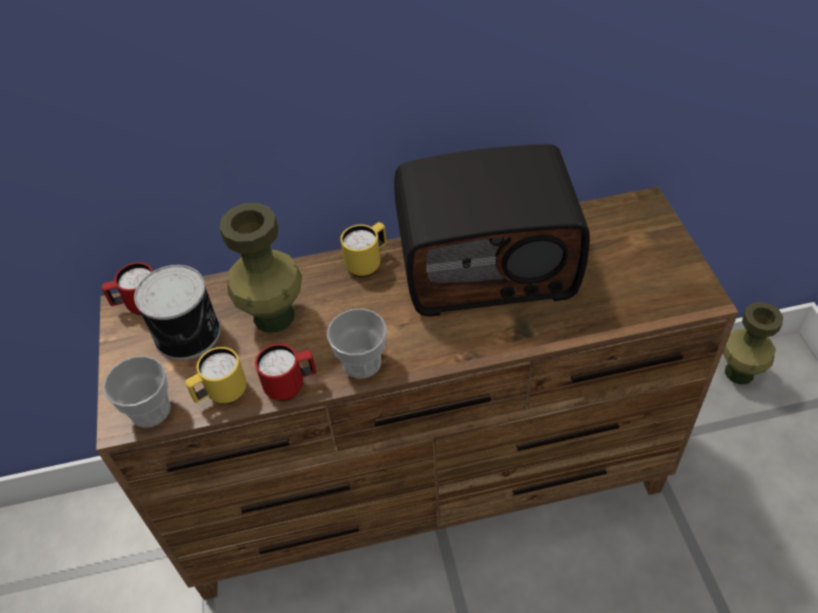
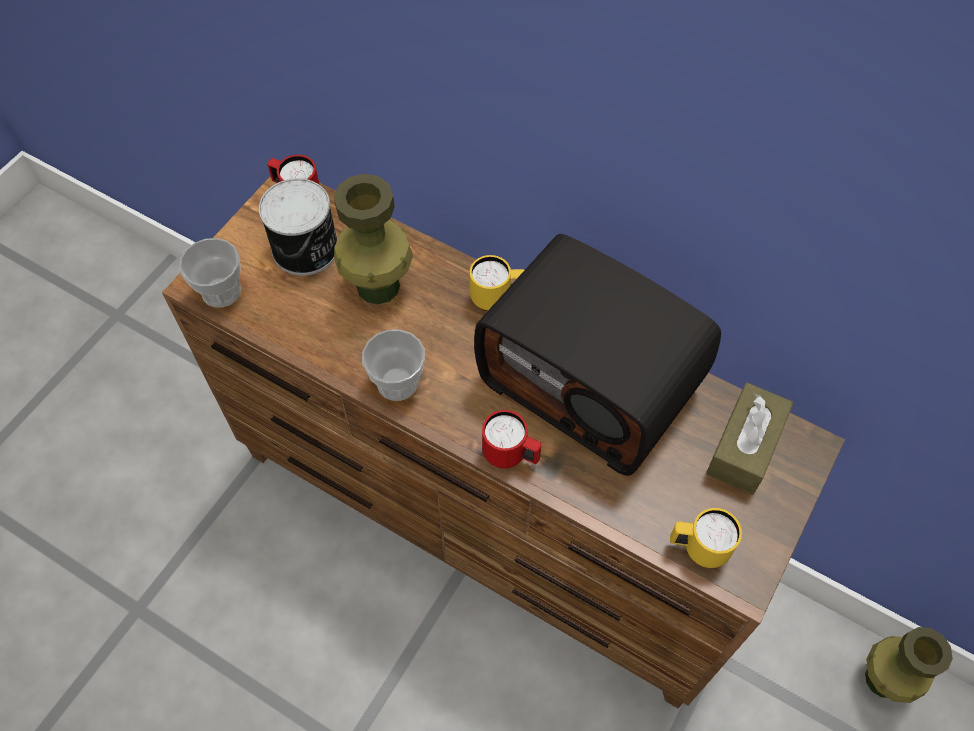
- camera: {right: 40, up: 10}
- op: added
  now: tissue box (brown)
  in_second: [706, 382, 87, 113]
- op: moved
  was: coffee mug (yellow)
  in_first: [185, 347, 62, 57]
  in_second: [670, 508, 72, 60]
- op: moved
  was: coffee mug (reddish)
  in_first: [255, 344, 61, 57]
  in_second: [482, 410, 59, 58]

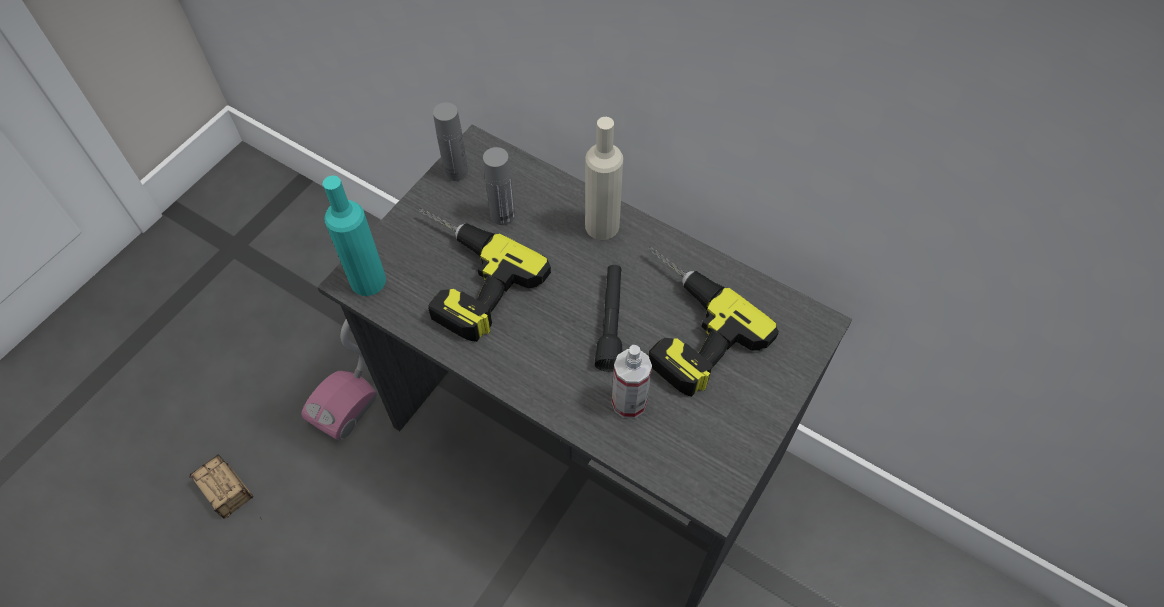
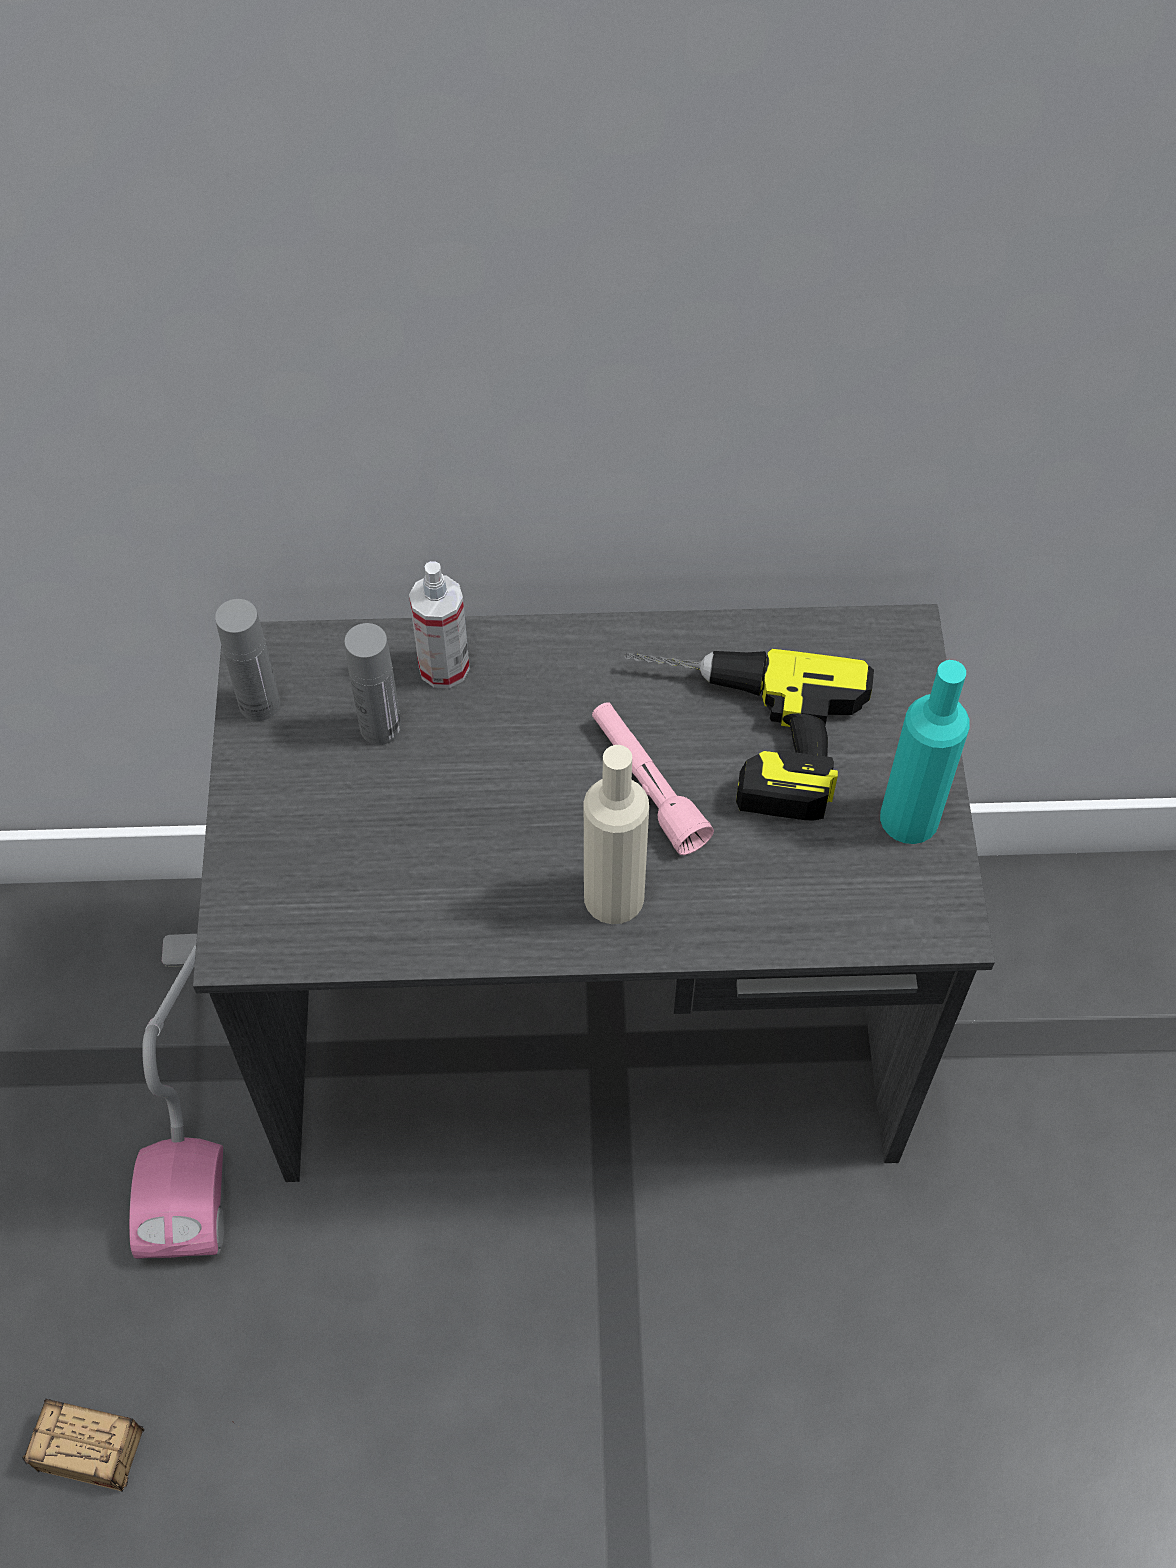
- camera: {right: -35, up: 0}
- op: removed
  was: power drill
  in_first: [419, 208, 132, 134]
- op: moved
  was: bottle (turquoise)
  in_first: [323, 176, 63, 120]
  in_second: [880, 660, 90, 184]
- op: moved
  was: bottle (beige-coloured)
  in_first: [585, 117, 38, 123]
  in_second: [584, 745, 65, 179]
- op: moved
  was: sprayer
  in_first: [612, 345, 40, 74]
  in_second: [409, 561, 61, 127]
- op: recoloured
  was: flashlight (black-coloured)
  now: flashlight (pinkish)
  in_first: [595, 265, 27, 107]
  in_second: [592, 702, 122, 153]

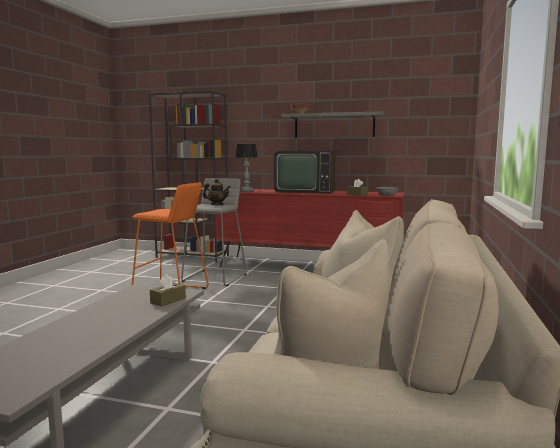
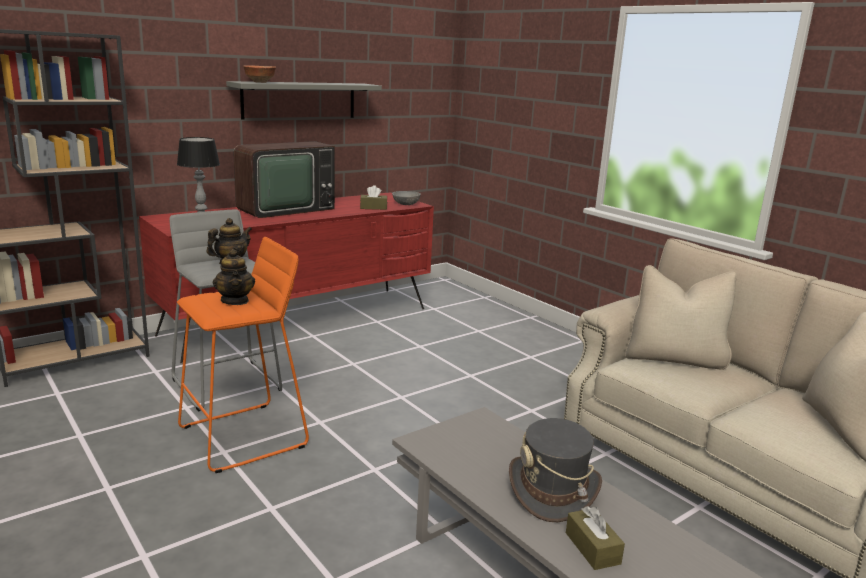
- camera: {right: -55, up: 10}
- op: added
  now: tea pot
  in_second: [213, 249, 42, 56]
- op: added
  now: hat (greyish)
  in_second: [509, 418, 93, 104]
- op: moved
  was: tissue box (brown)
  in_first: [150, 274, 36, 33]
  in_second: [566, 506, 59, 64]

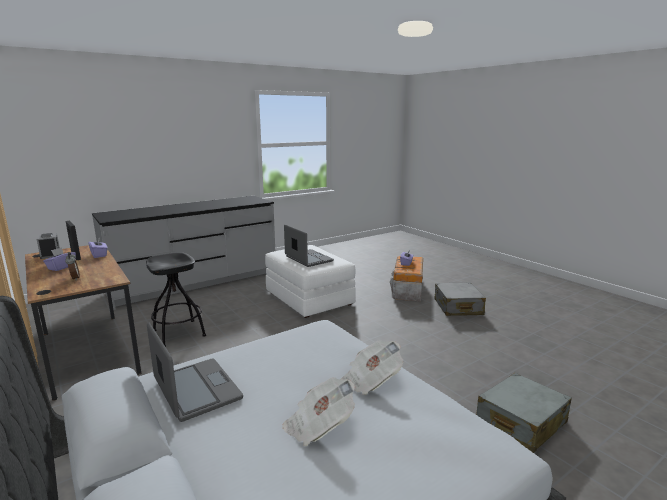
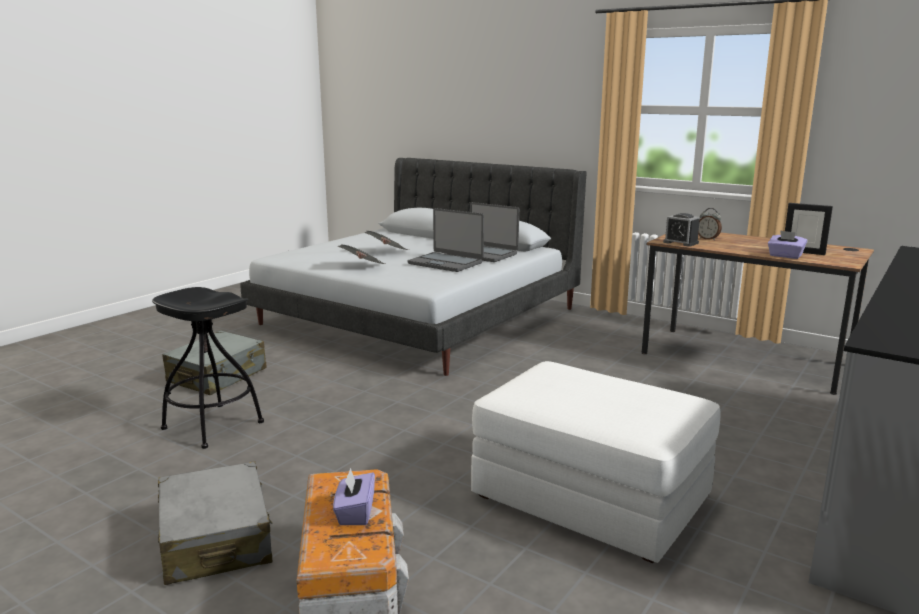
- camera: {right: 160, up: 0}
- op: removed
  was: tissue box (purple-coloured)
  in_first: [43, 247, 33, 24]
- op: moved
  was: alarm clock
  in_first: [37, 233, 23, 26]
  in_second: [663, 213, 37, 34]
- op: moved
  was: stool (black-coloured)
  in_first: [146, 252, 60, 95]
  in_second: [152, 287, 112, 162]
- op: moved
  was: laptop
  in_first: [284, 225, 50, 42]
  in_second: [408, 208, 76, 64]

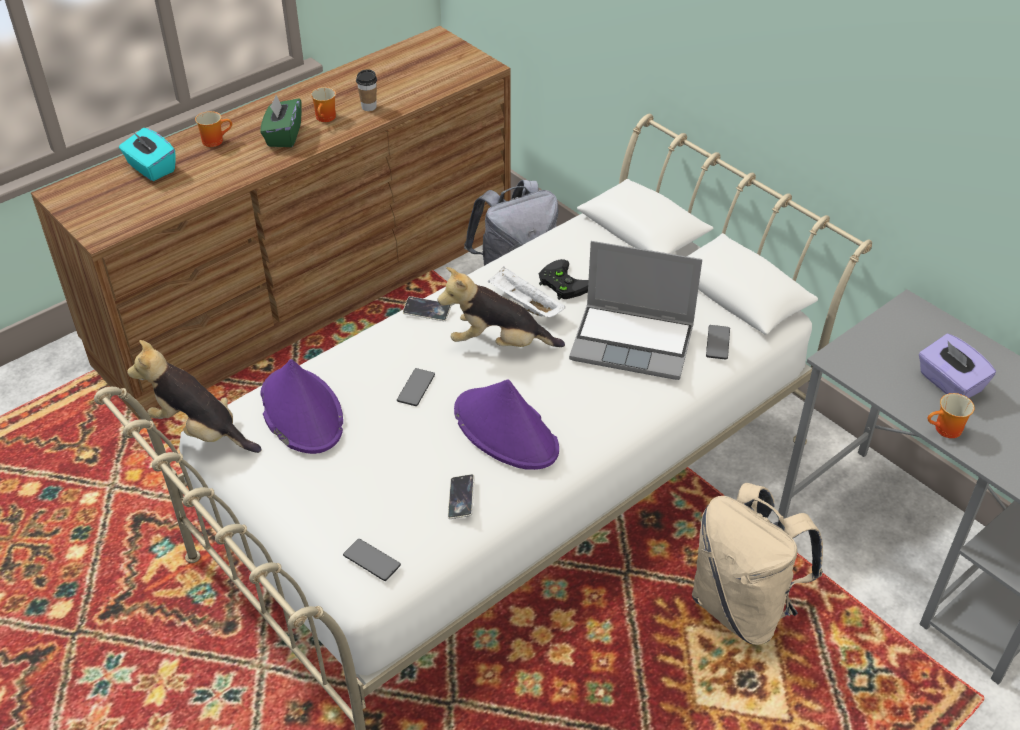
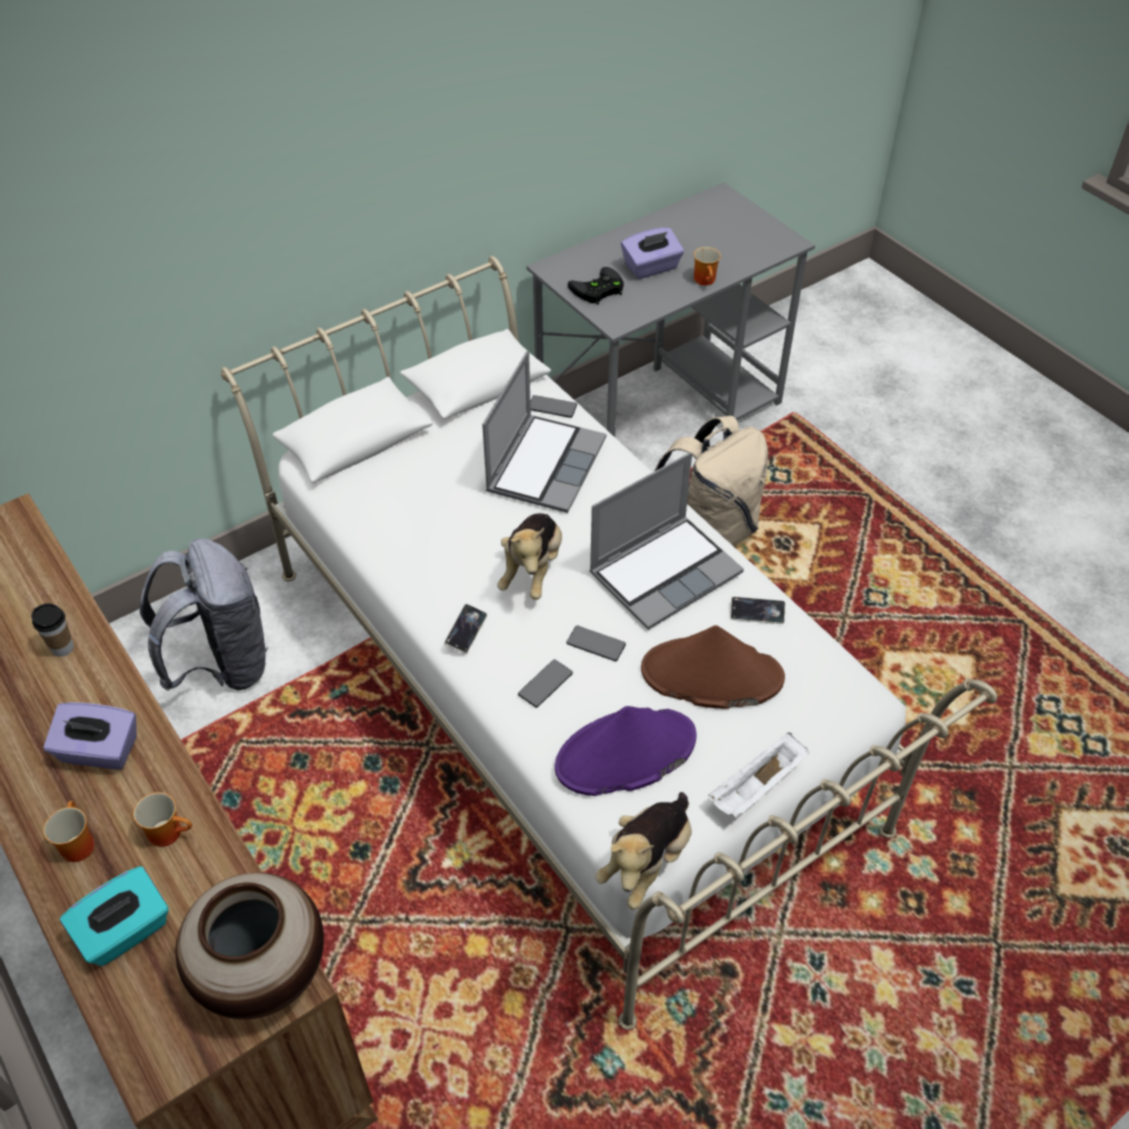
- camera: {right: -85, up: 5}
- op: added
  now: flower vase
  in_second: [176, 873, 148, 147]
- op: added
  now: hat (brown)
  in_second: [641, 625, 144, 84]
- op: moved
  was: coffee mug
  in_first: [311, 87, 25, 35]
  in_second: [133, 792, 59, 55]
- op: moved
  was: handset
  in_first: [343, 539, 58, 42]
  in_second: [518, 659, 55, 49]
- op: moved
  was: serving tray (white-coloured)
  in_first: [488, 267, 78, 51]
  in_second: [708, 733, 101, 85]
- op: moved
  was: game controller (black-coloured)
  in_first: [539, 259, 49, 41]
  in_second: [568, 267, 56, 38]
- op: replaced
  was: hat (purple-coloured)
  now: laptop
  in_first: [454, 379, 105, 91]
  in_second: [589, 452, 155, 178]
- op: recoloured
  was: tissue box (green-coloured)
  now: tissue box (purple-coloured)
  in_first: [260, 95, 42, 52]
  in_second: [43, 702, 94, 67]

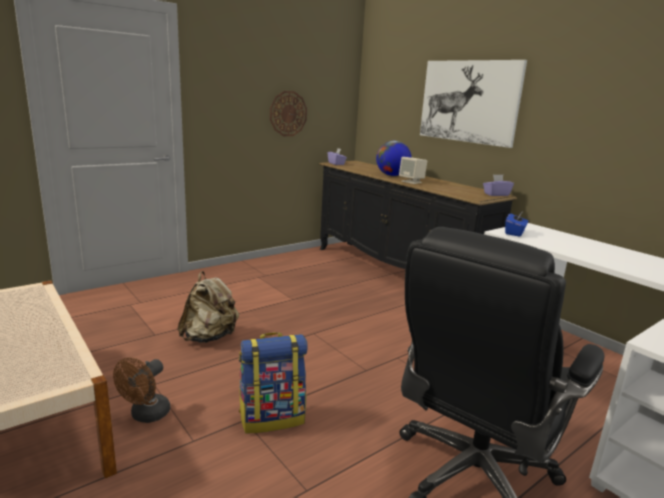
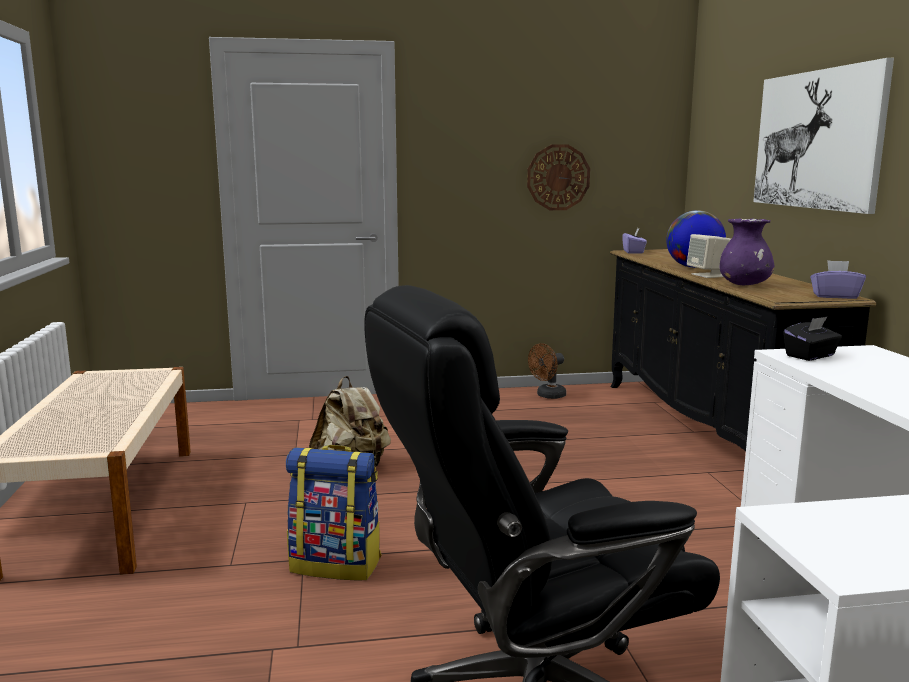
- camera: {right: 30, up: -5}
- op: added
  now: flower vase (purple-coloured)
  in_second: [720, 219, 54, 66]
- op: moved
  was: fan (brown)
  in_first: [113, 358, 57, 65]
  in_second: [528, 343, 38, 56]
- op: recoloured
  was: tissue box (blue-coloured)
  now: tissue box (black-coloured)
  in_first: [505, 211, 23, 26]
  in_second: [784, 316, 58, 45]

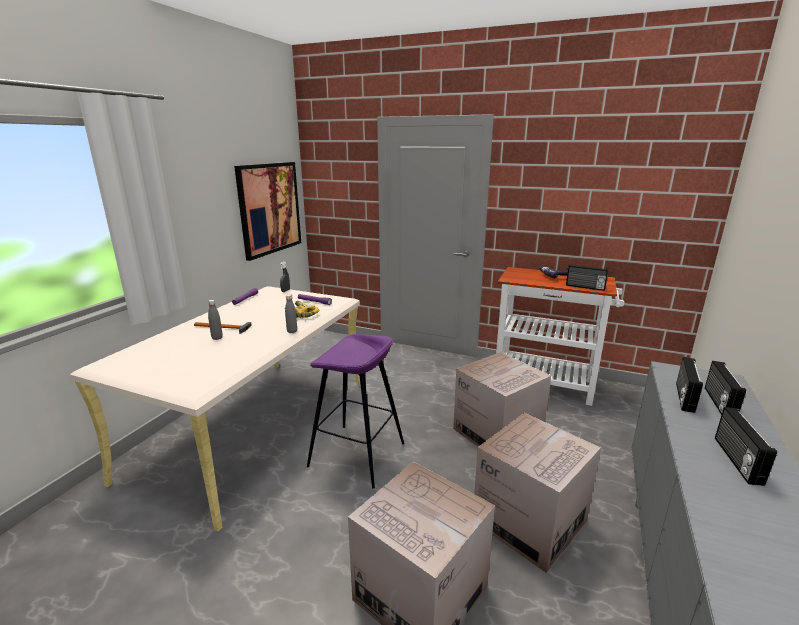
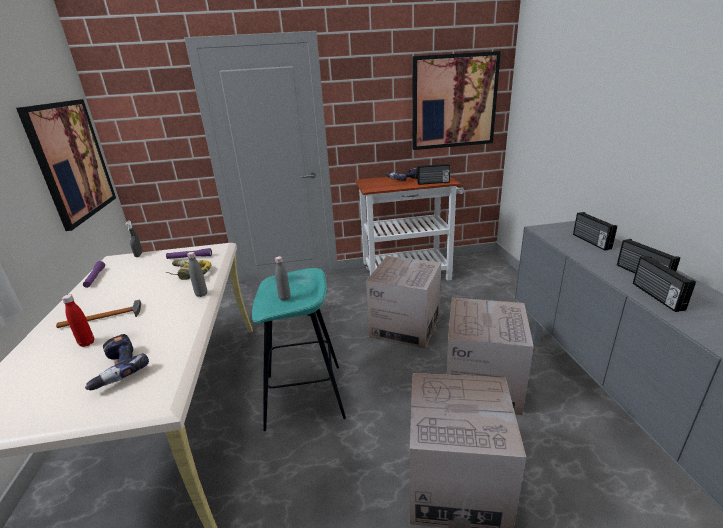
- camera: {right: -30, up: 5}
- op: added
  now: bottle (reddish)
  in_second: [62, 294, 32, 53]
- op: added
  now: power drill
  in_second: [85, 334, 64, 56]
- op: added
  now: wall art
  in_second: [413, 51, 88, 99]
- op: moved
  was: bottle (greyish)
  in_first: [208, 300, 15, 40]
  in_second: [275, 256, 16, 45]
- op: moved
  was: radio set
  in_first: [676, 357, 27, 56]
  in_second: [633, 256, 63, 56]
- op: recoloured
  was: stool (purple-coloured)
  now: stool (turquoise)
  in_first: [307, 334, 97, 155]
  in_second: [252, 268, 94, 163]

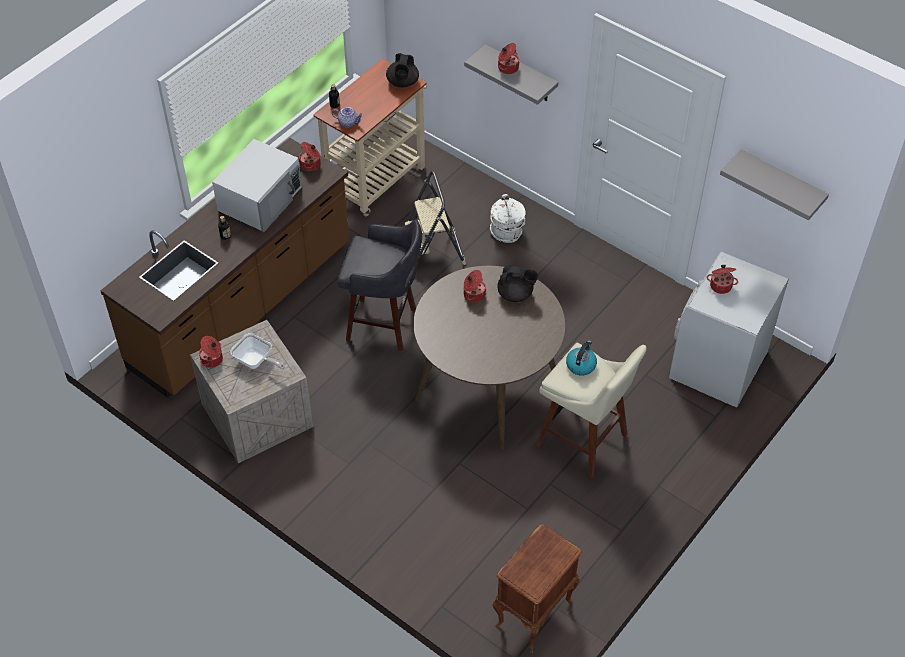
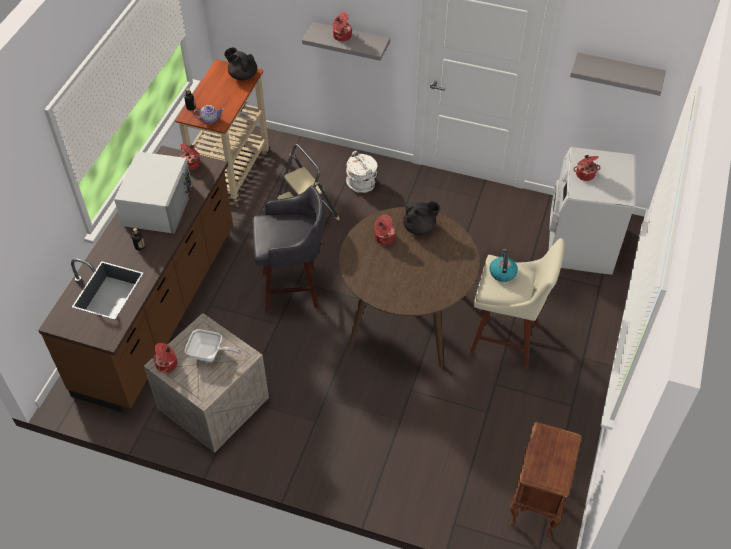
- camera: {right: -20, up: 0}
- op: turned
  was: tea pot (black-coloured)
  in_first: [386, 53, 33, 35]
  in_second: [224, 47, 33, 33]
  clockwise: 135

